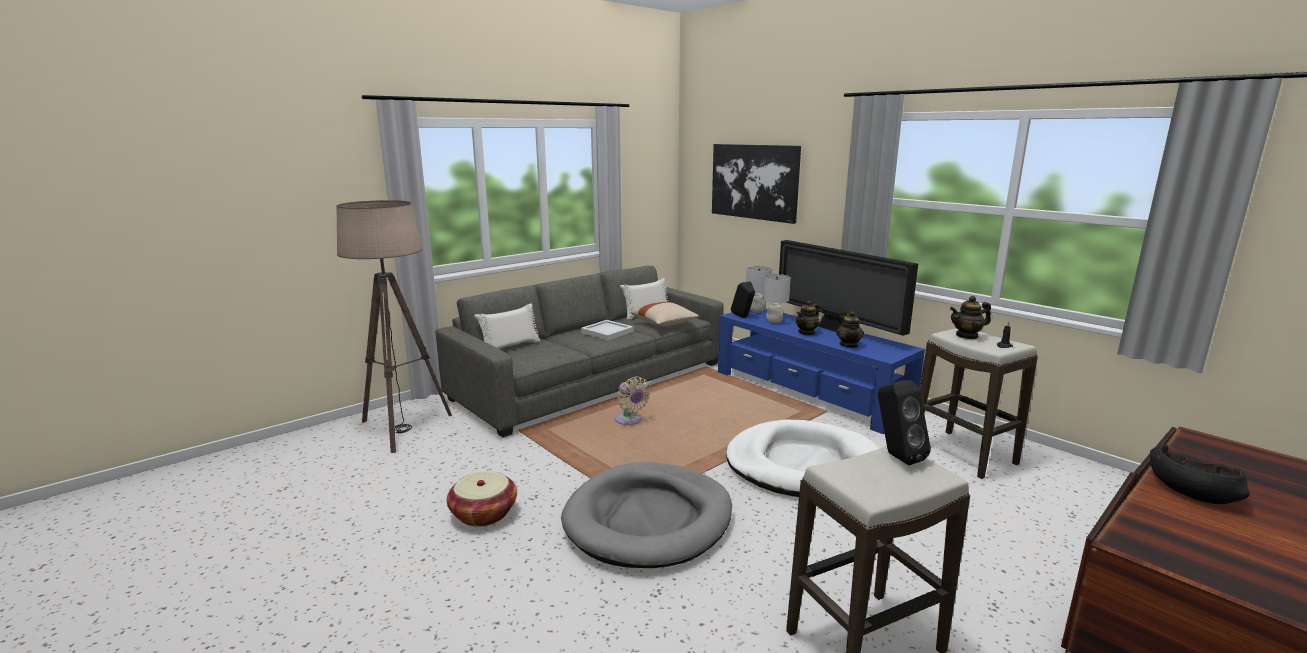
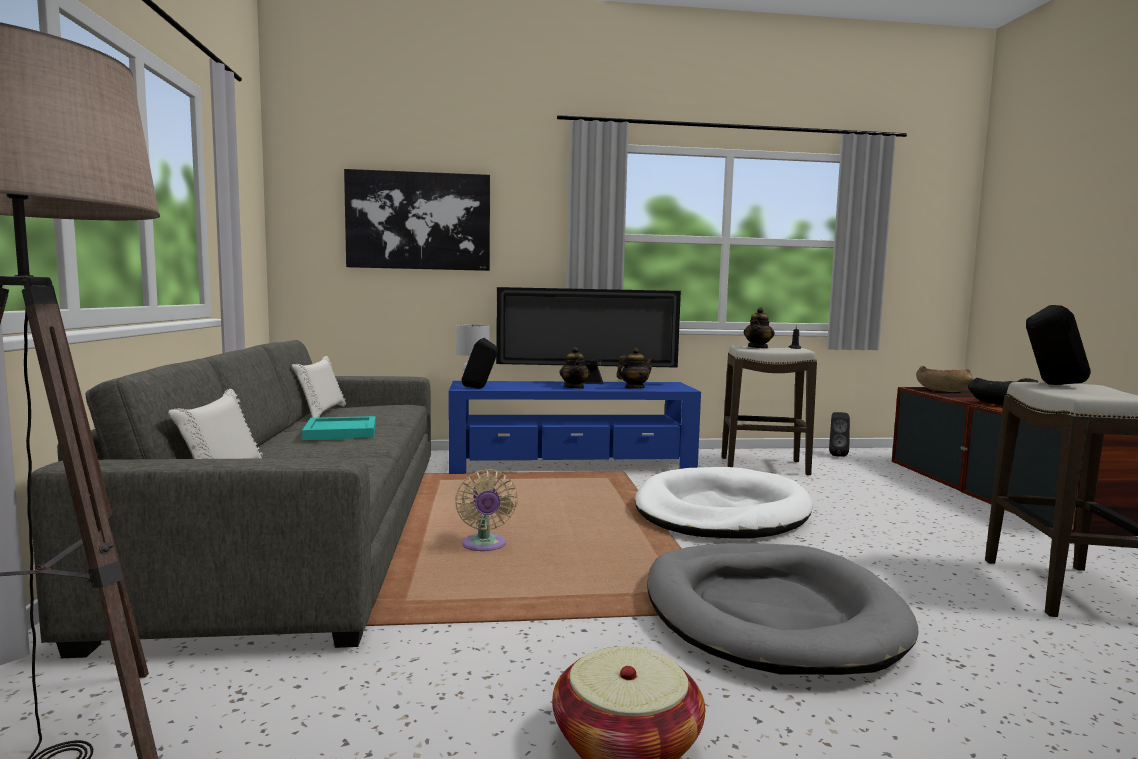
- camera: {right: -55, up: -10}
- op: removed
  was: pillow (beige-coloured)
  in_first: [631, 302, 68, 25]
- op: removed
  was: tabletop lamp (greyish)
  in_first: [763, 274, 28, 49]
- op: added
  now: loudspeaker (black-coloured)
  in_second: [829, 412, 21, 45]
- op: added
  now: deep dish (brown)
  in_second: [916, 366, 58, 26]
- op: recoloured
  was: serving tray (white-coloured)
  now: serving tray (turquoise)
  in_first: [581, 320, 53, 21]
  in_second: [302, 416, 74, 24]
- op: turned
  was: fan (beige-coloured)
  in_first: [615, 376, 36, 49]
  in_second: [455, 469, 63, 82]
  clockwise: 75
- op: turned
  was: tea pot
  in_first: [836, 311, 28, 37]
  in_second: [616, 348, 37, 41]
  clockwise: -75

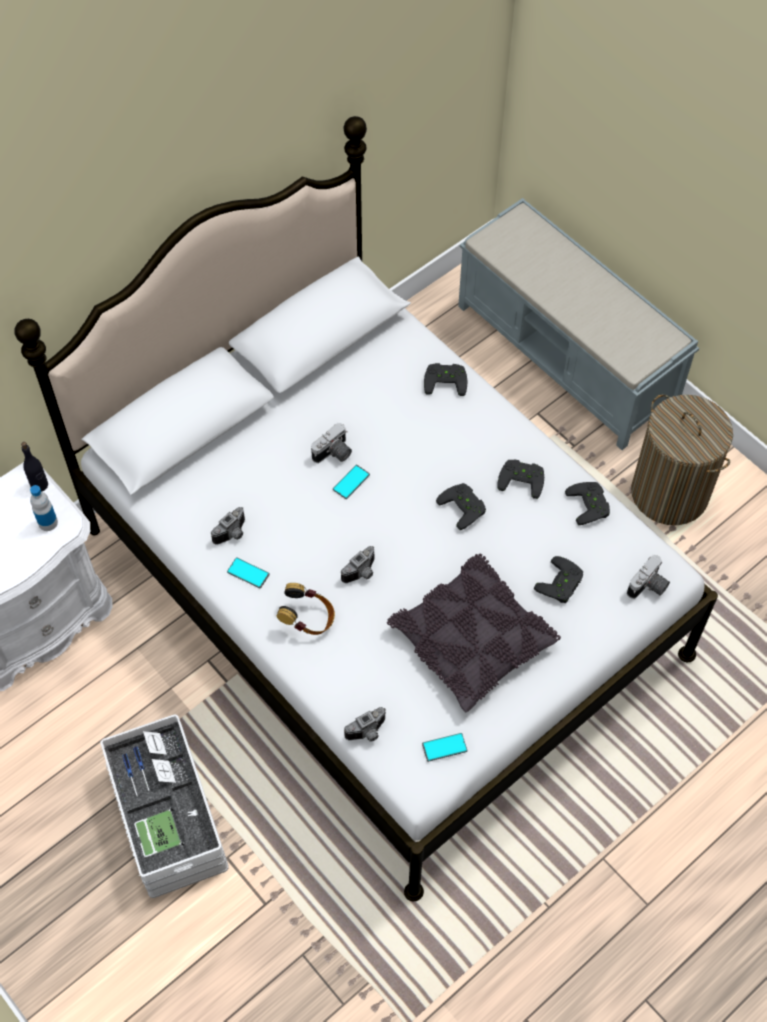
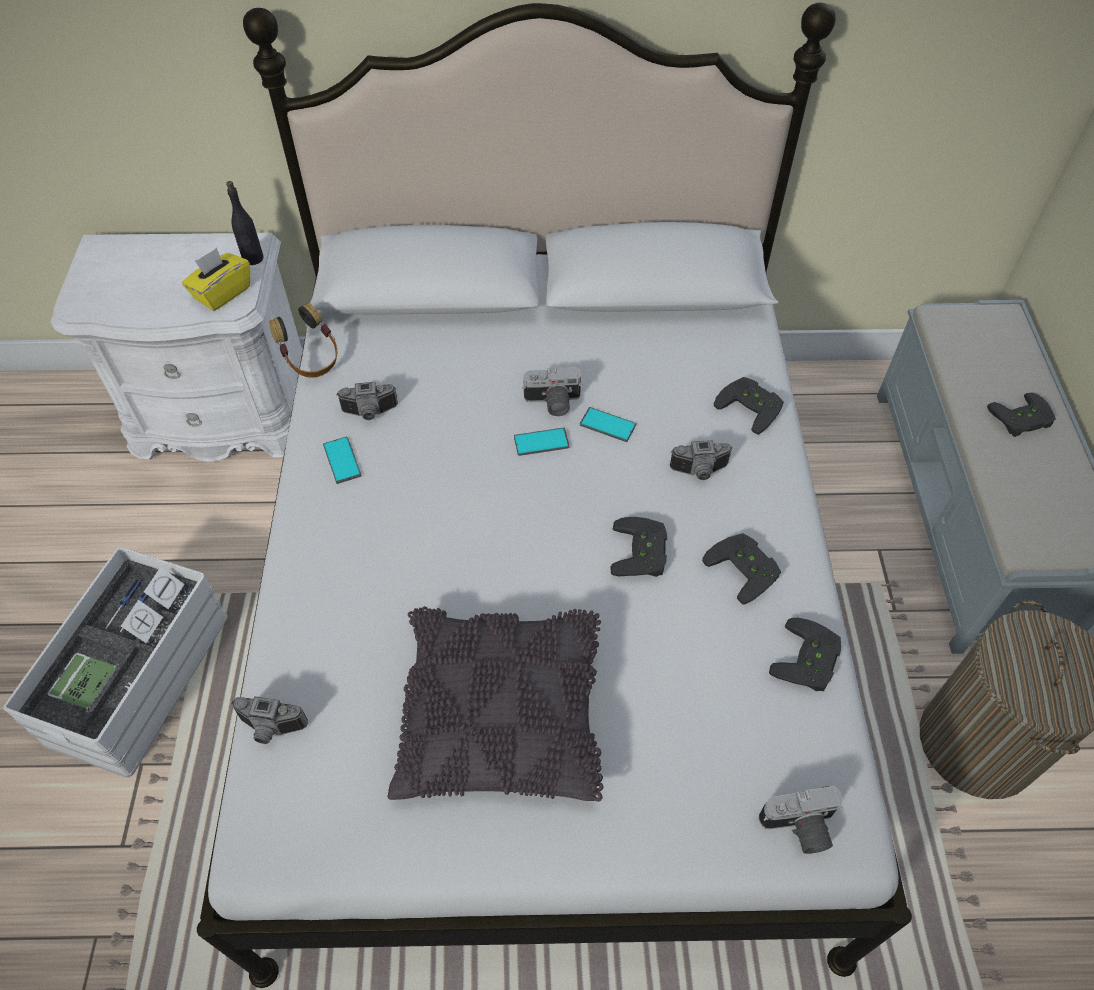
- camera: {right: 40, up: -5}
- op: moved
  was: headphones
  in_first: [277, 583, 58, 52]
  in_second: [269, 303, 68, 75]
- op: moved
  was: still camera
  in_first: [341, 546, 34, 37]
  in_second: [670, 440, 63, 40]
- op: moved
  was: handset
  in_first: [422, 733, 45, 29]
  in_second: [580, 407, 56, 35]
- op: moved
  was: game controller (black-coloured)
  in_first: [534, 556, 49, 47]
  in_second: [987, 393, 69, 44]
- op: replaced
  was: bottle
  now: tissue box (yellow)
  in_first: [30, 485, 28, 46]
  in_second: [182, 248, 68, 63]

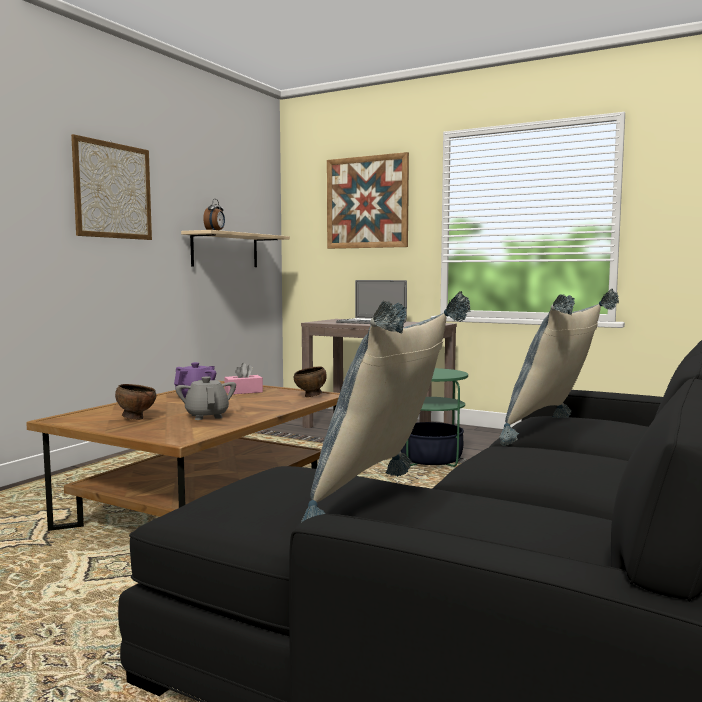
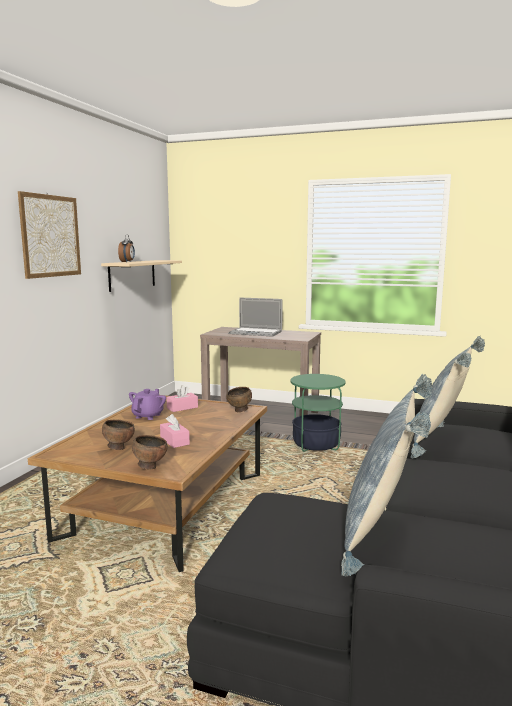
- camera: {right: -10, up: 5}
- op: removed
  was: wall art
  in_first: [327, 152, 82, 97]
- op: added
  now: deep dish (brown)
  in_second: [132, 435, 36, 35]
- op: replaced
  was: tea pot (greyish)
  now: tissue box (pinkish)
  in_first: [175, 376, 61, 44]
  in_second: [160, 414, 30, 34]

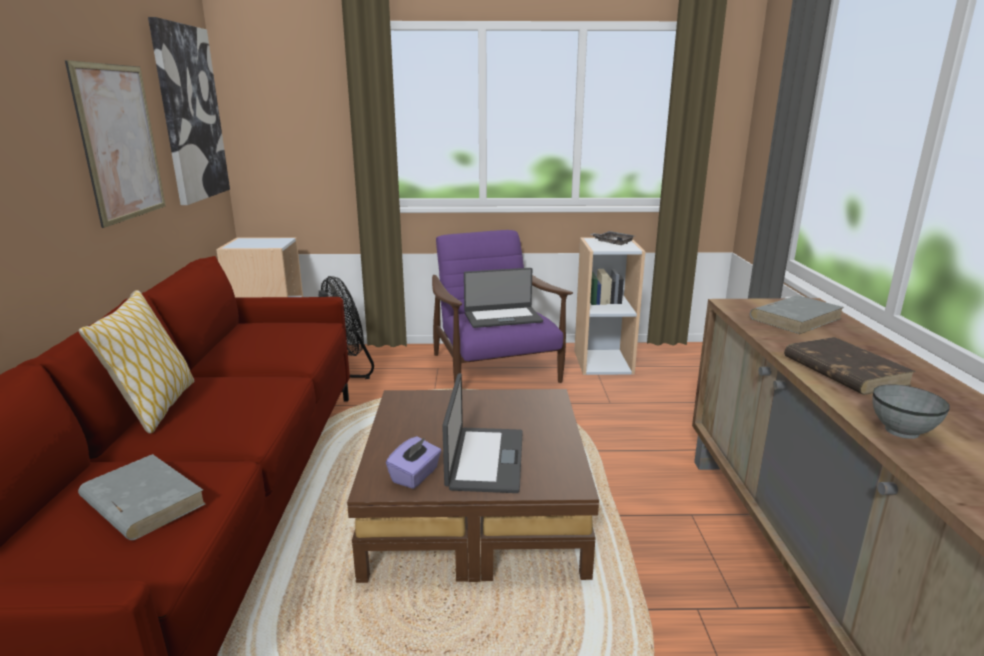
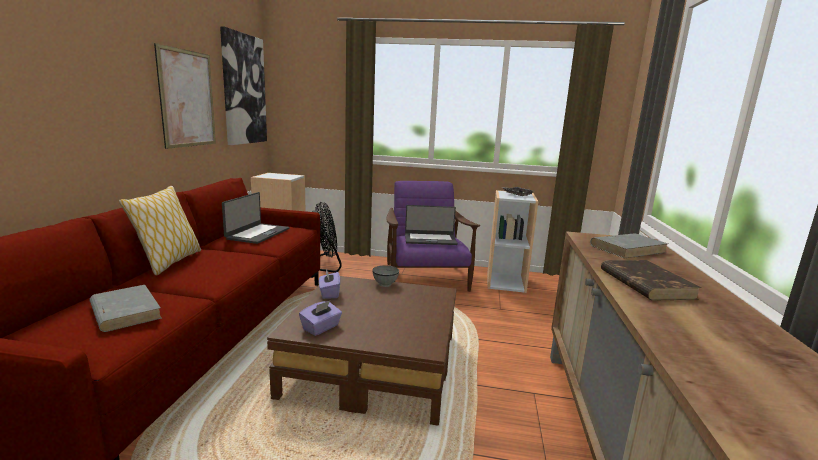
- camera: {right: 10, up: -5}
- op: added
  now: tissue box (purple-coloured)
  in_second: [319, 268, 21, 31]
- op: moved
  was: laptop
  in_first: [442, 373, 81, 120]
  in_second: [222, 192, 67, 52]
- op: moved
  was: deep dish (greyish)
  in_first: [872, 384, 78, 55]
  in_second: [372, 265, 27, 22]

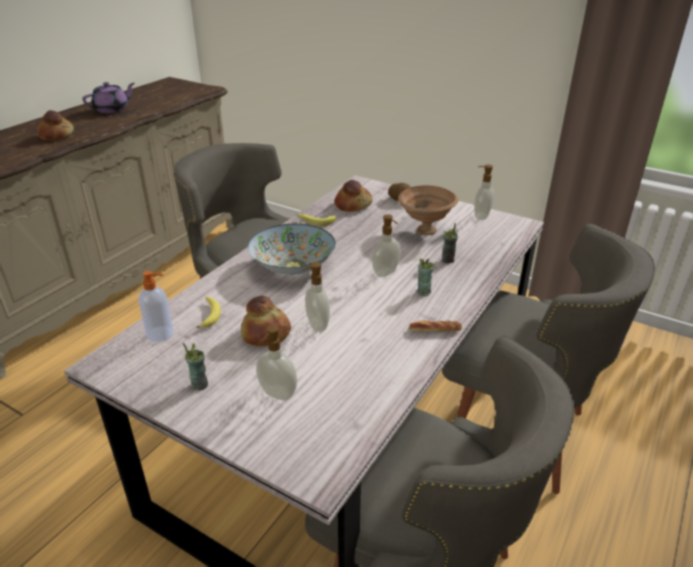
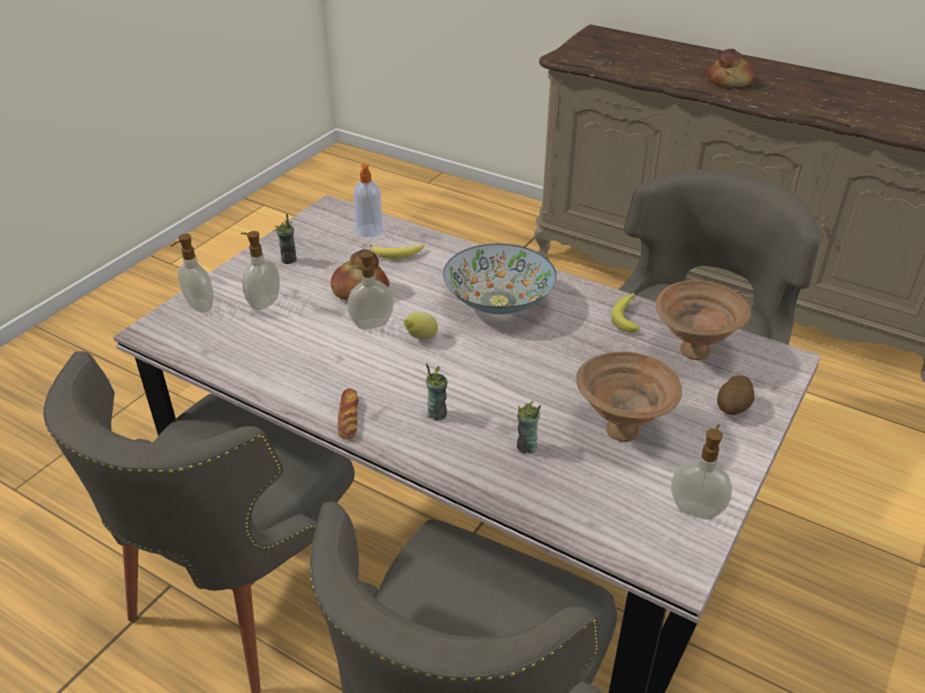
- camera: {right: 90, up: 5}
- op: removed
  was: tea pot (purple-coloured)
  in_first: [82, 82, 53, 31]
- op: added
  now: lemon
  in_second: [404, 312, 34, 28]
- op: moved
  was: soap bottle
  in_first: [372, 214, 28, 63]
  in_second: [171, 234, 43, 78]
- op: replaced
  was: bread
  now: deep dish (brown)
  in_first: [334, 180, 38, 32]
  in_second: [656, 280, 95, 80]

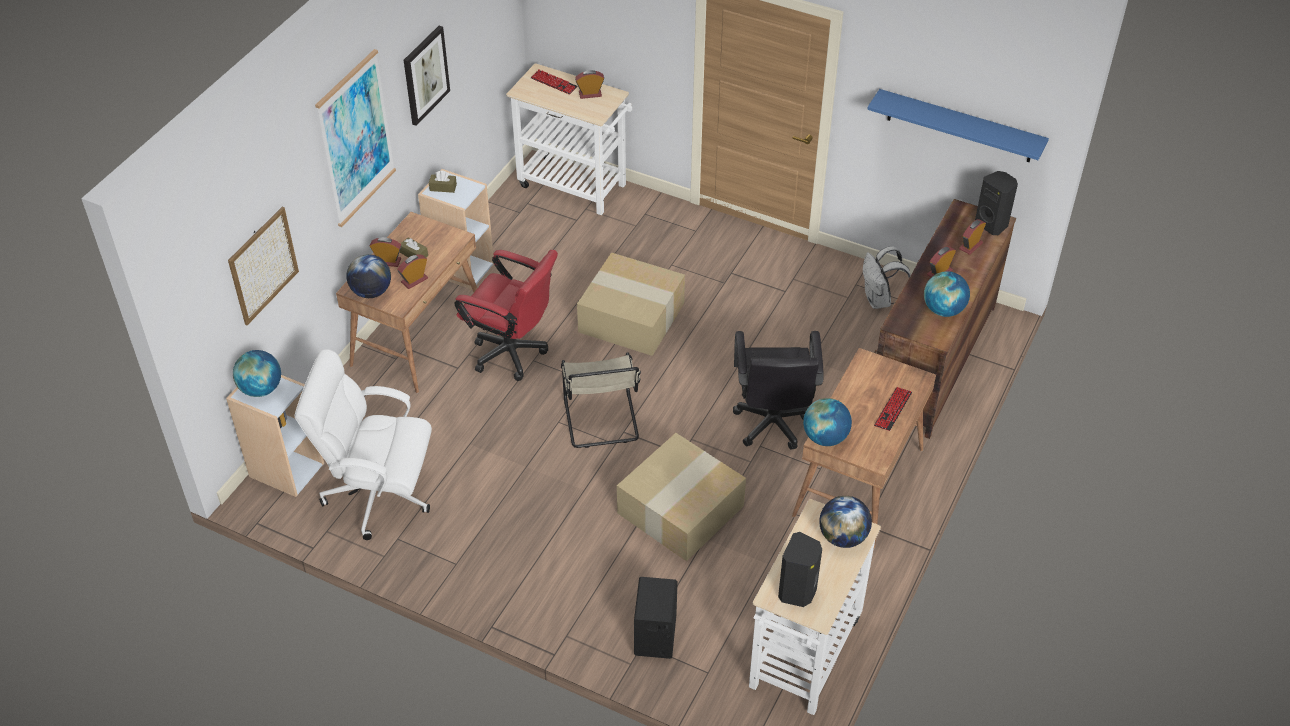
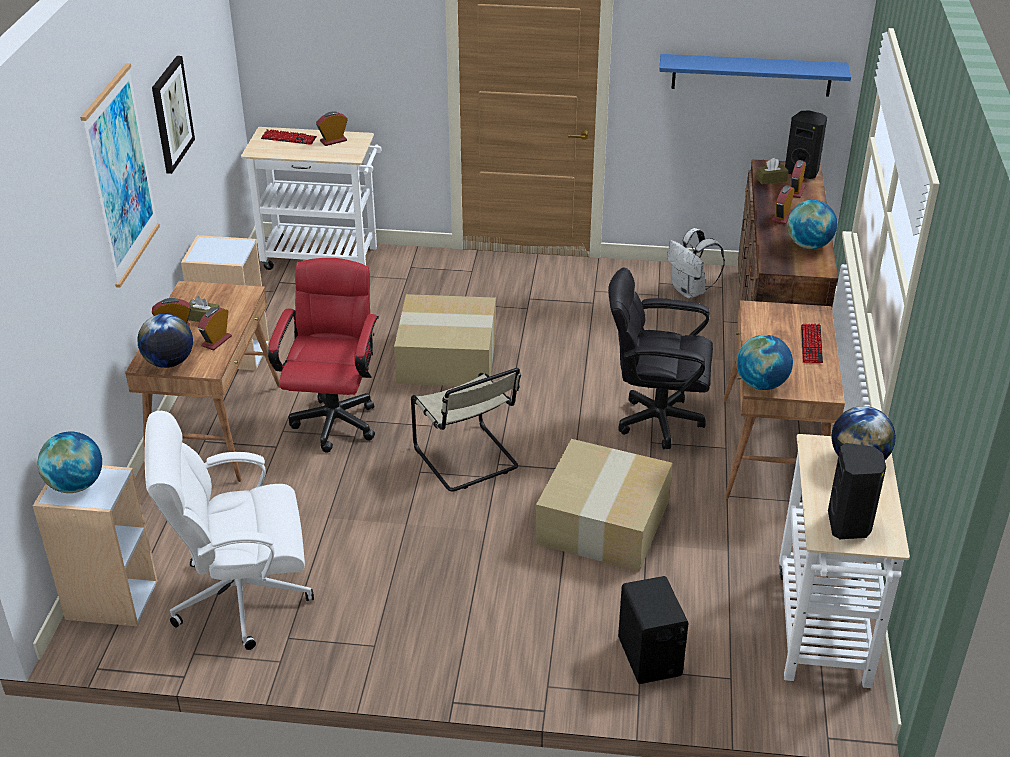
- camera: {right: -20, up: -10}
- op: removed
  was: wall art
  in_first: [228, 206, 71, 119]
- op: moved
  was: tissue box (brown)
  in_first: [429, 170, 28, 23]
  in_second: [756, 158, 32, 26]
- op: turned
  was: desk chair (reddish)
  in_first: [455, 250, 103, 131]
  in_second: [268, 258, 111, 195]
  clockwise: -90
- op: turned
  was: desk chair (black-coloured)
  in_first: [733, 331, 90, 119]
  in_second: [608, 268, 105, 181]
  clockwise: 120

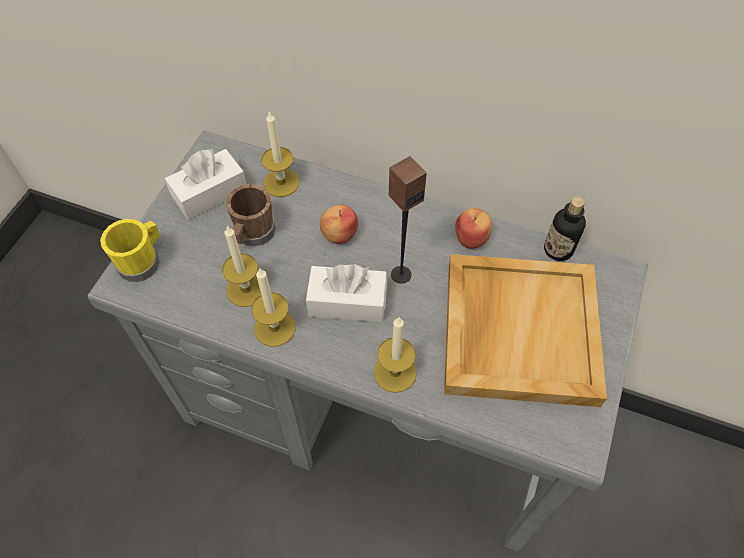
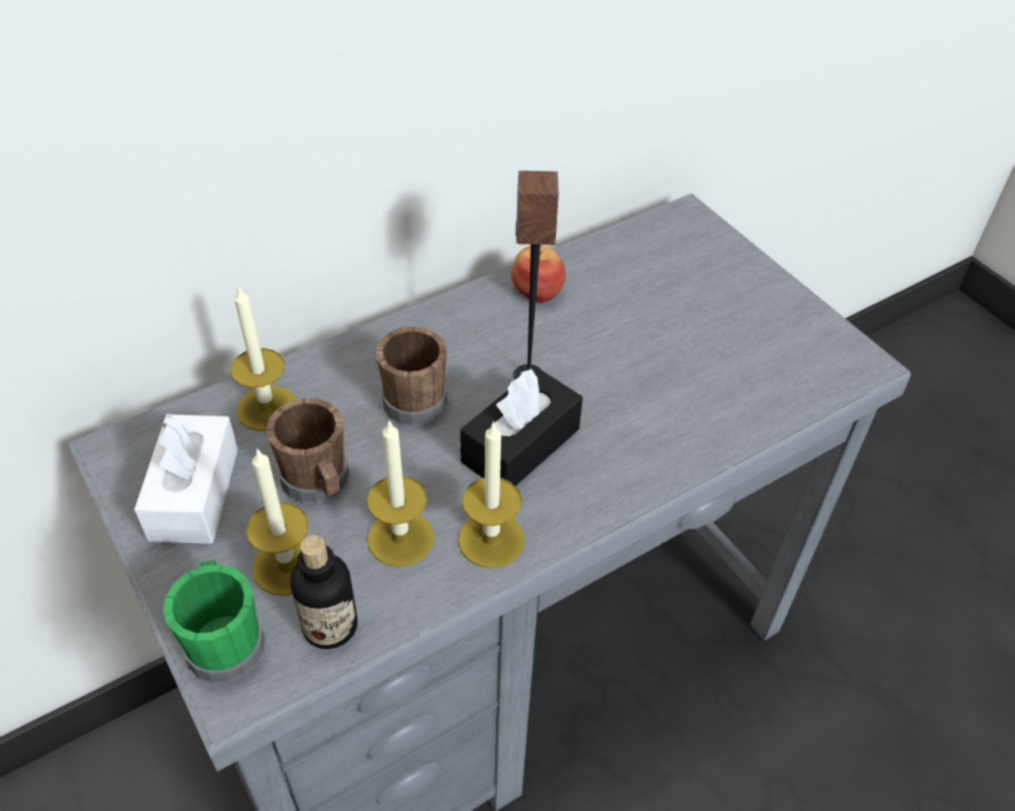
- camera: {right: -55, up: -10}
- op: removed
  was: serving tray (beige-coloured)
  in_first: [444, 254, 163, 153]
- op: moved
  was: candle
  in_first: [374, 317, 43, 76]
  in_second: [246, 448, 63, 148]
- op: moved
  was: bottle
  in_first: [544, 197, 42, 64]
  in_second: [290, 535, 68, 114]
- op: replaced
  was: apple fruit
  now: coffee mug (brown)
  in_first: [320, 204, 38, 40]
  in_second: [376, 327, 71, 99]
- op: recoloured
  was: coffee mug (yellow)
  now: coffee mug (green-coloured)
  in_first: [100, 219, 60, 63]
  in_second: [163, 560, 102, 123]
- op: recoloured
  was: tissue box (white-coloured)
  now: tissue box (black-coloured)
  in_first: [306, 264, 81, 58]
  in_second: [460, 367, 123, 119]

